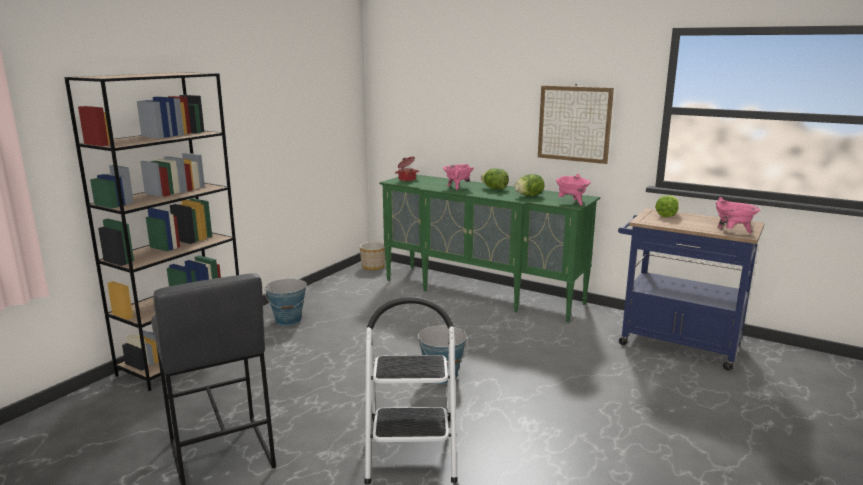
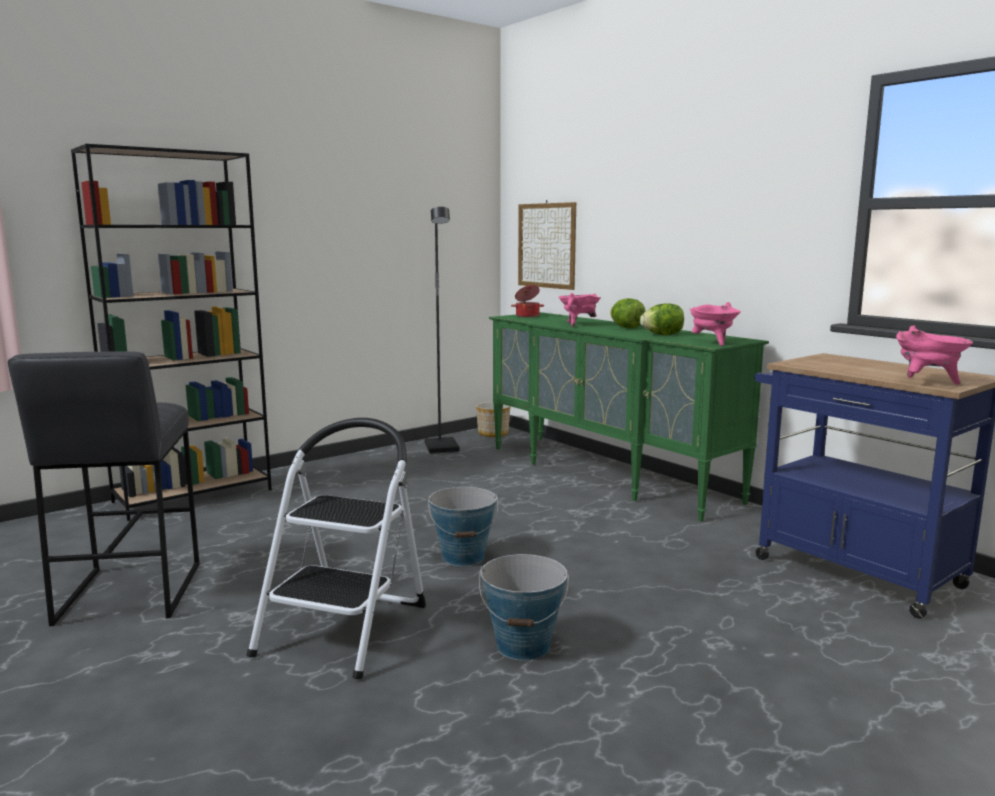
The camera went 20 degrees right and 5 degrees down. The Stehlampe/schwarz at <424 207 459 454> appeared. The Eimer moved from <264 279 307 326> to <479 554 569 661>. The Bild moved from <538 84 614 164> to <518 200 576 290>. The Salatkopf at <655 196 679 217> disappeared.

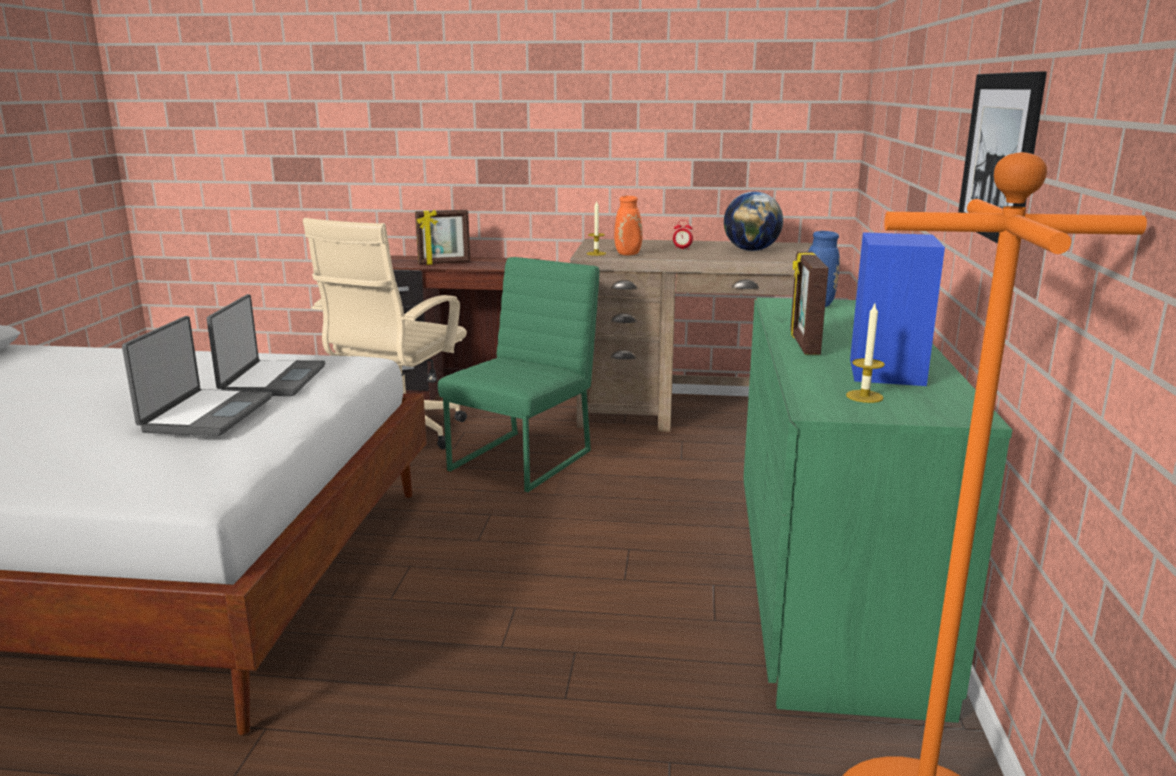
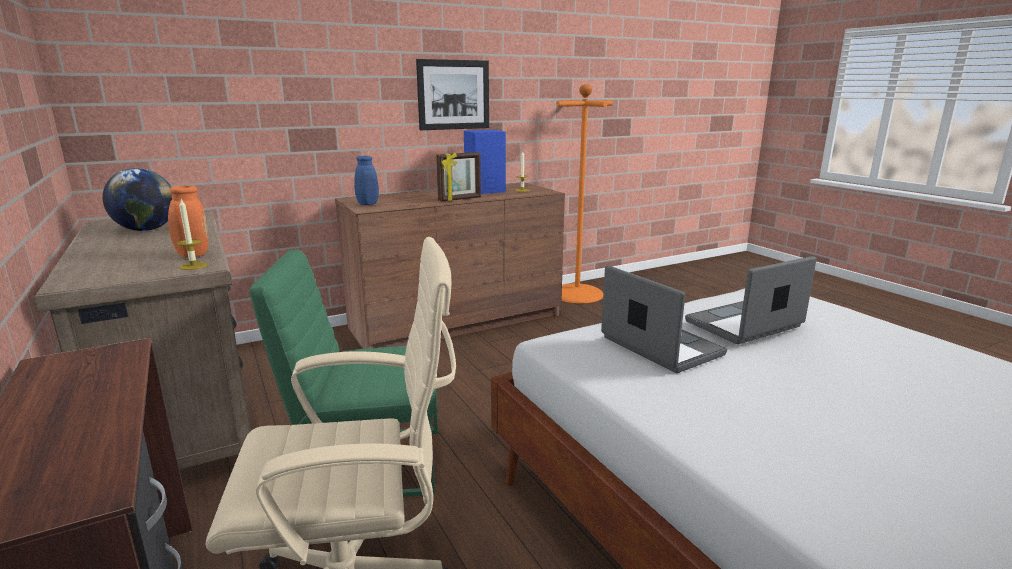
The camera went 125 degrees left and 0 degrees up. The Kommode/grün at <743 298 1012 723> became the Kommode/braun at <335 182 565 349>. The Laptop at <207 294 325 396> turned 90 degrees clockwise. The Bilderrahmen at <415 210 470 265> disappeared. The Wecker at <673 220 693 250> disappeared.

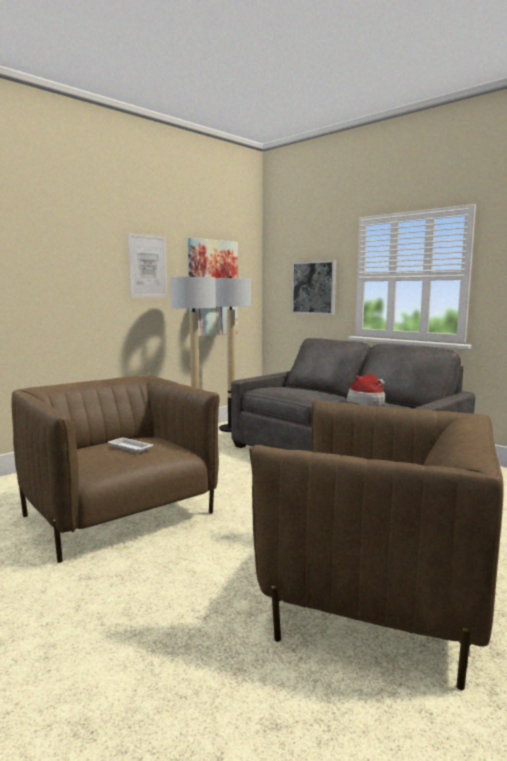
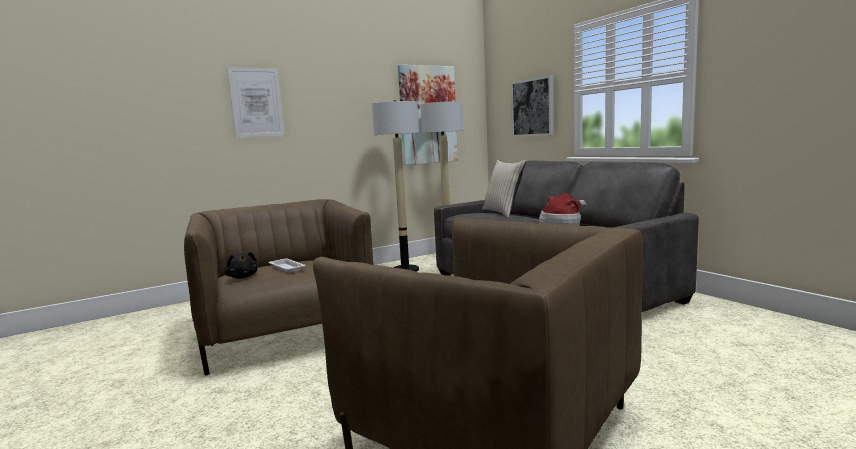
The camera went 15 degrees right and 0 degrees up. The Plüschtier/schwarz at <225 252 258 279> appeared. The Bild moved from <127 233 168 298> to <227 67 284 138>. The Kissen/beige at <482 160 526 218> appeared.

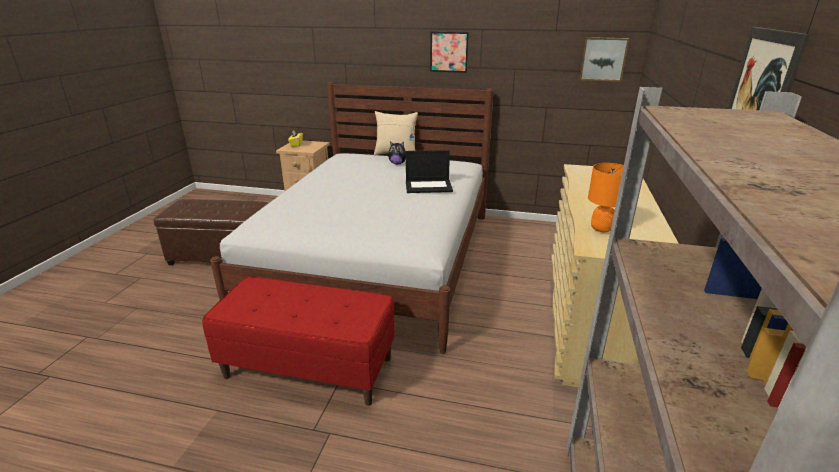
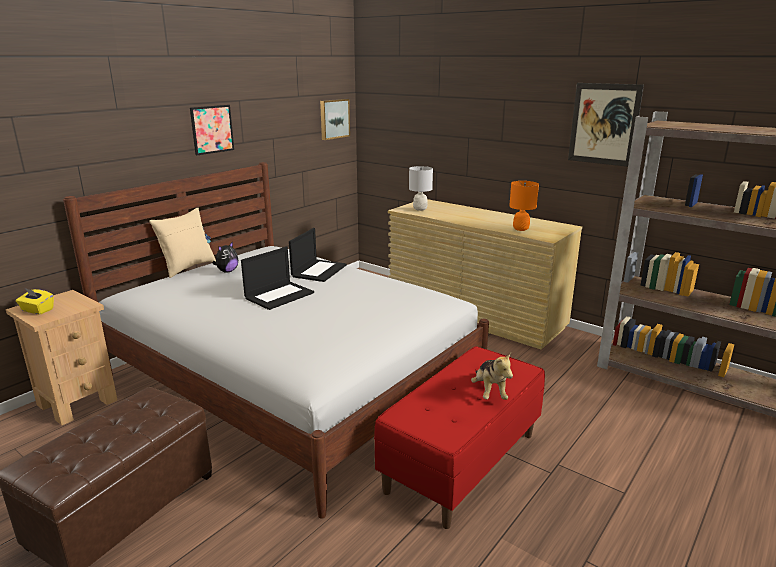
The camera went 65 degrees left and 5 degrees down. The Laptop at <241 247 314 310> appeared. The Tischlampe/grau at <409 166 433 211> appeared. The Plüschtier at <471 353 513 400> appeared.

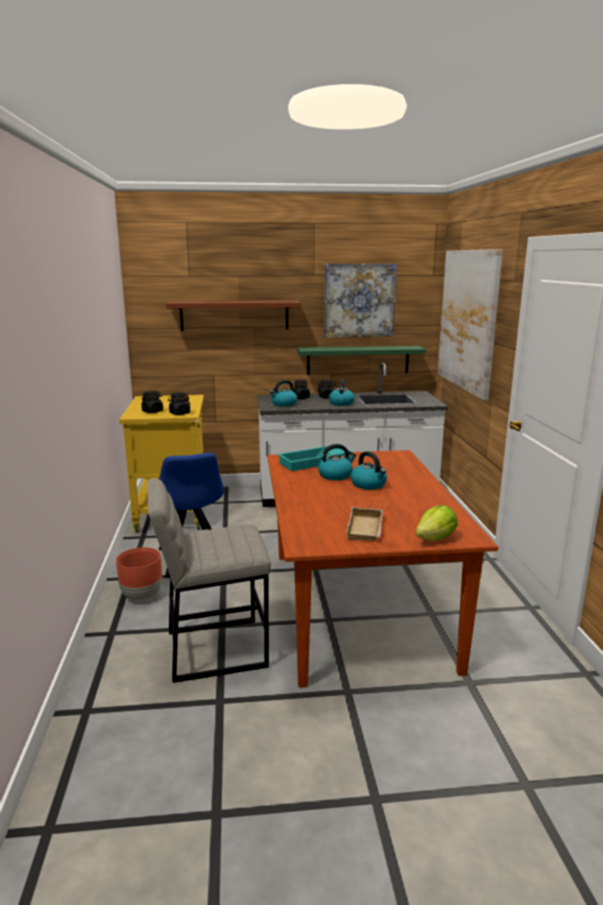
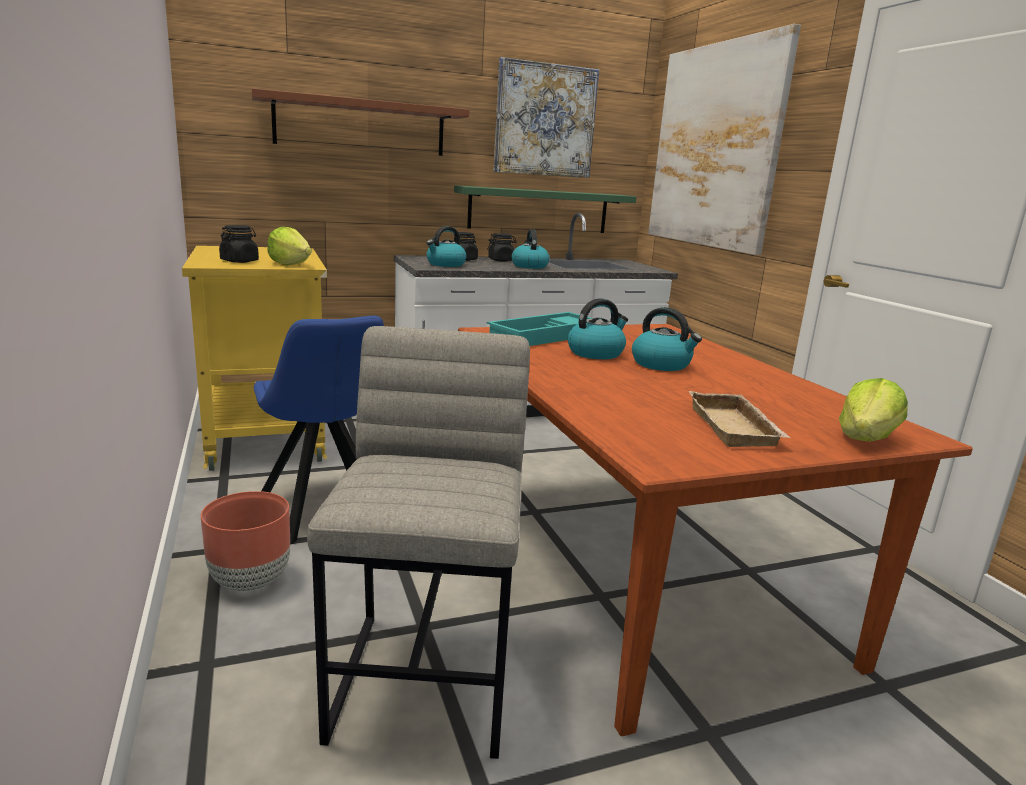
The camera went 15 degrees left and 0 degrees up. The Vorratsglas/schwarz at <168 392 190 415> was replaced by the Salatkopf at <267 227 312 266>. The Stuhl/grau at <147 478 271 683> turned 120 degrees clockwise.

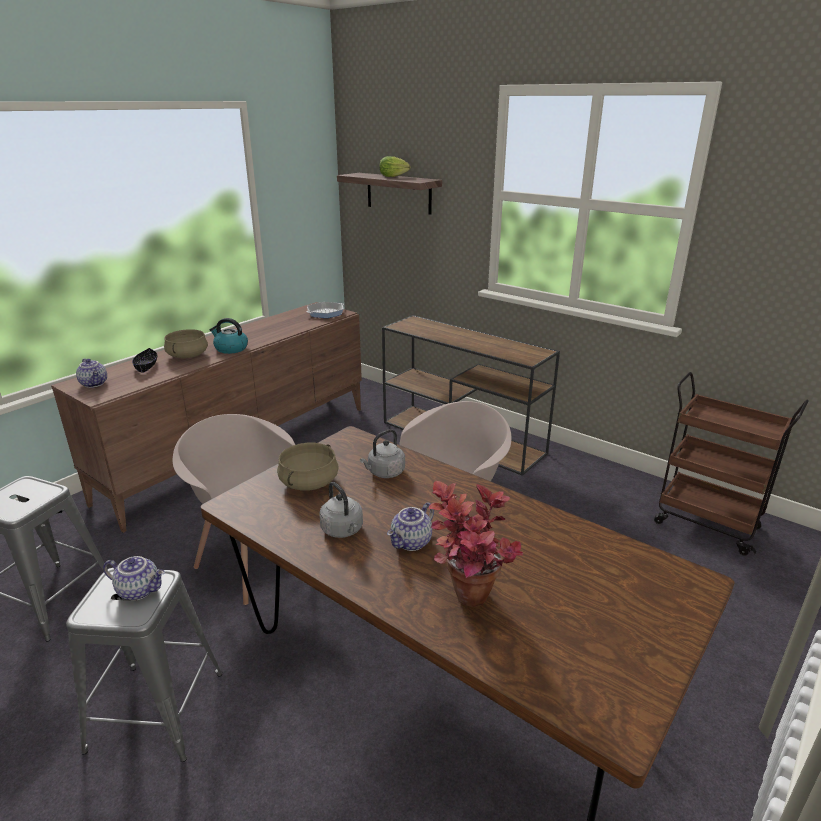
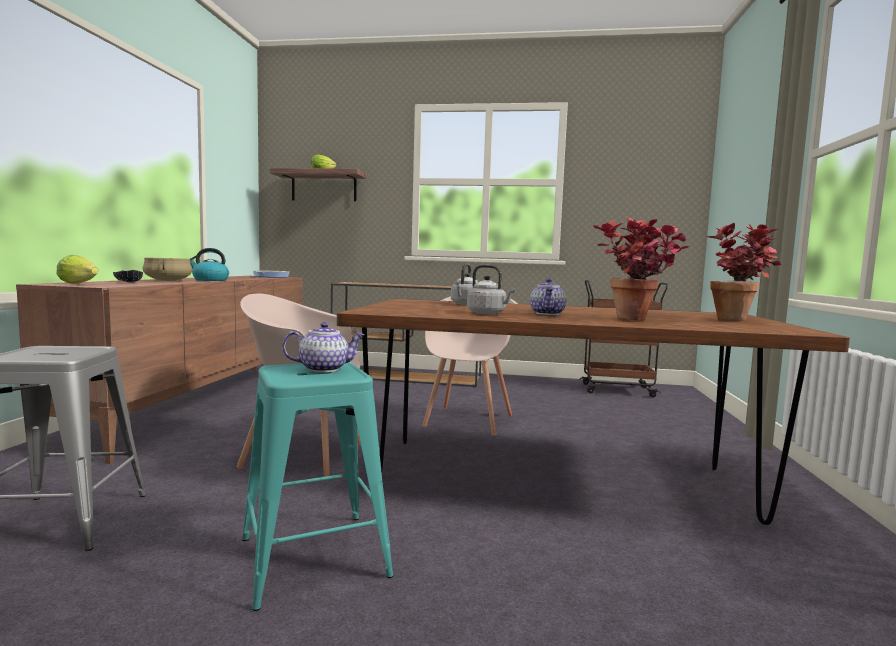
The camera went 30 degrees left and 20 degrees down. The Teekanne at <76 358 107 388> was replaced by the Salatkopf at <56 255 98 284>. The Hocker/grau at <66 568 222 762> became the Hocker/türkis at <242 362 394 611>. The Topfpflanze at <707 223 781 321> appeared. The Kochtopf/beige at <277 443 339 491> disappeared.

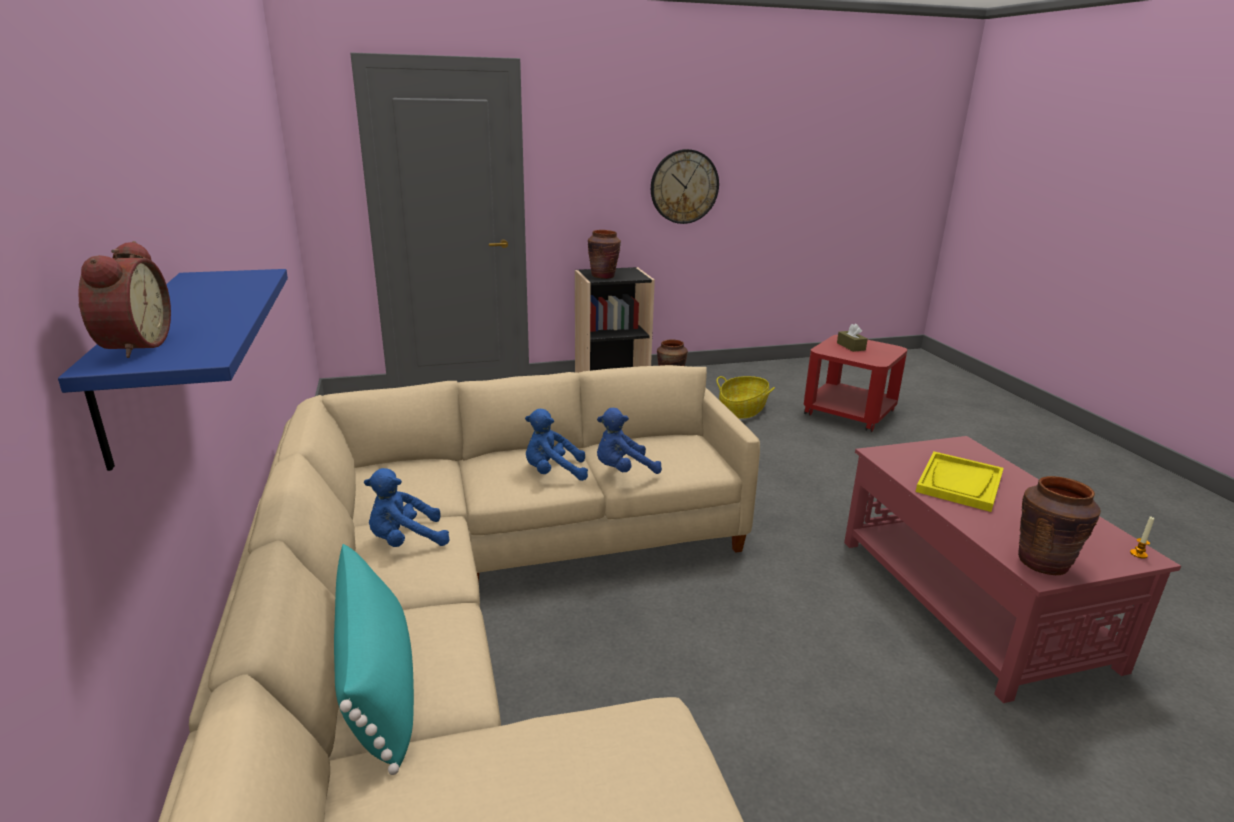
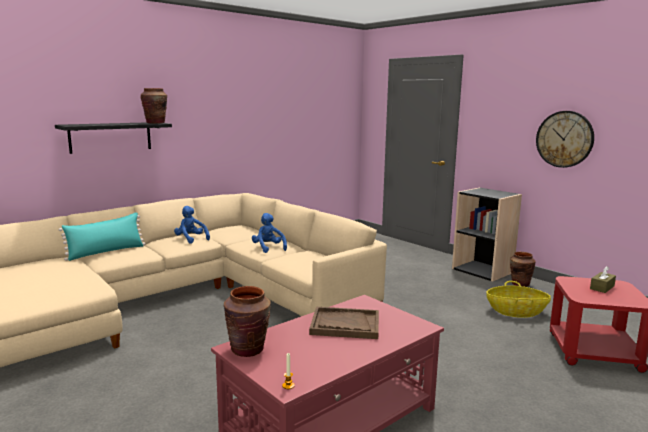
The camera went 65 degrees right and 10 degrees down. The Wandregal/blau at <58 269 288 471> became the Wandregal/schwarz at <55 122 172 154>. The Vase/braun moved from <588 230 621 279> to <141 88 167 124>. The Tablett/gelb at <916 451 1004 512> became the Tablett/braun at <309 307 379 339>. The Wecker at <78 241 171 358> disappeared. The Plüschtier/blau at <597 408 662 474> disappeared.

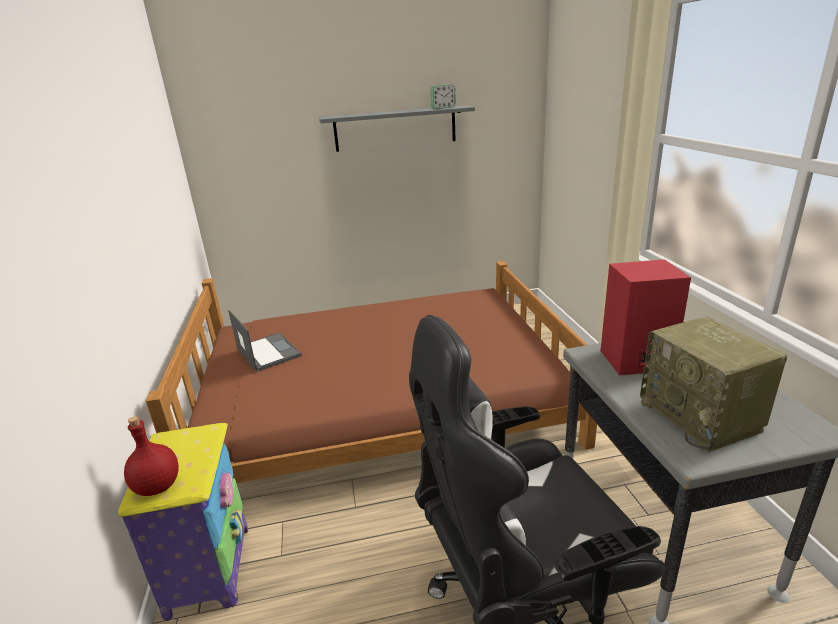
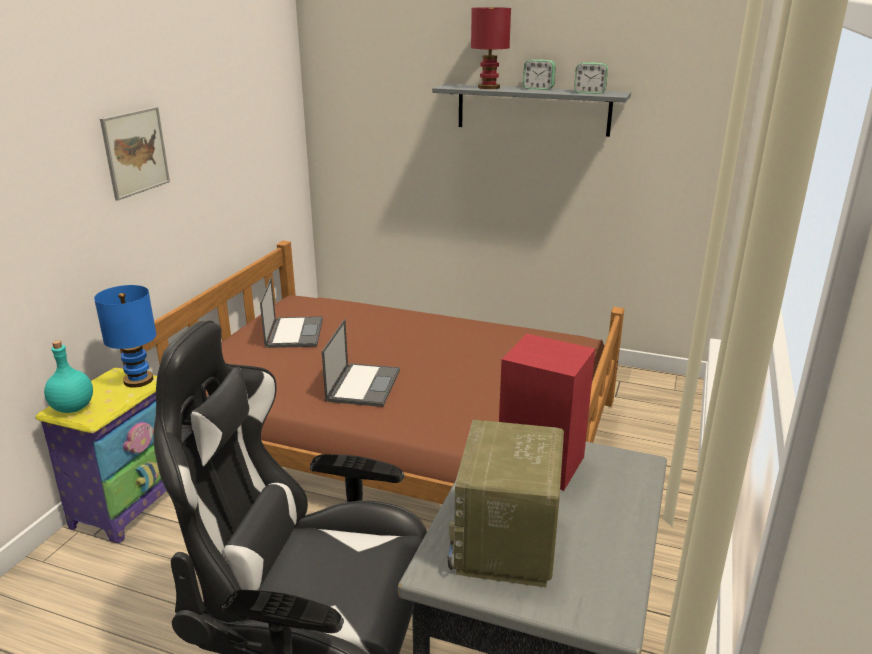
The camera went 30 degrees right and 0 degrees up. The Flasche/rot at <124 416 179 496> became the Flasche/türkis at <44 340 93 413>. The Tischlampe/blau at <94 285 156 388> appeared. The Bild at <100 107 170 200> appeared. The Laptop at <322 319 400 407> appeared. The Tischlampe/rot at <471 7 511 89> appeared. The Wecker at <523 60 556 90> appeared.

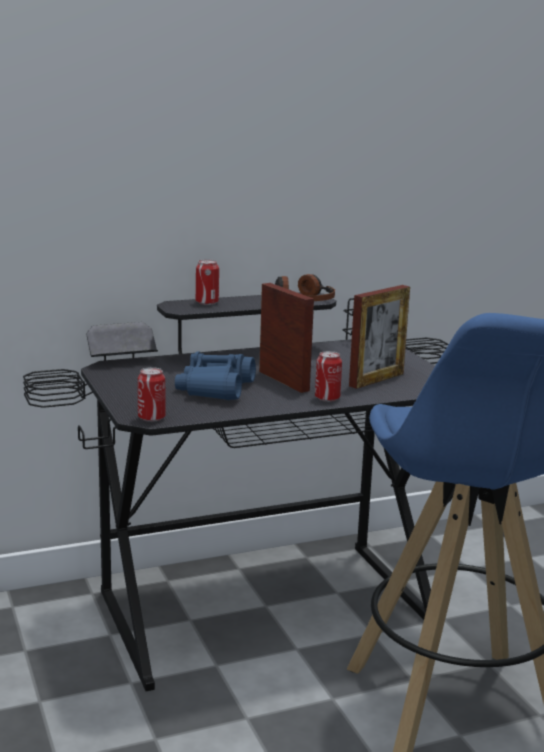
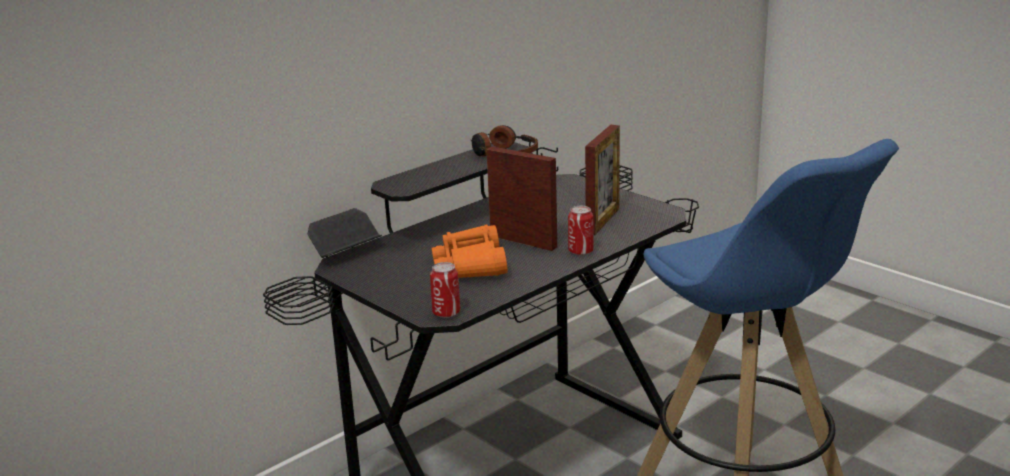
The camera went 20 degrees left and 5 degrees up. The Fernglas/blau at <175 352 256 400> became the Fernglas/orange at <432 225 508 278>. The Dose at <196 259 219 305> disappeared.

